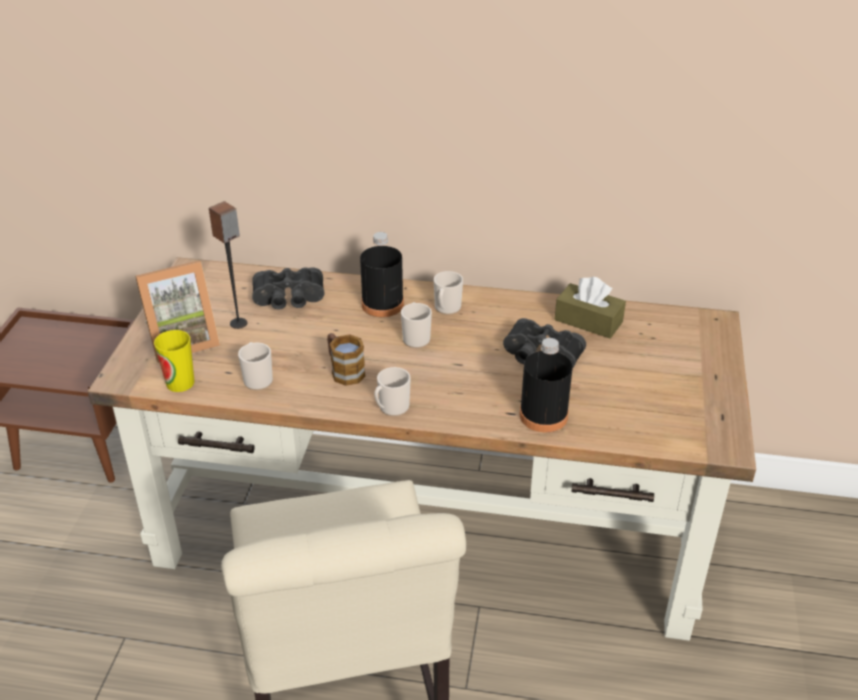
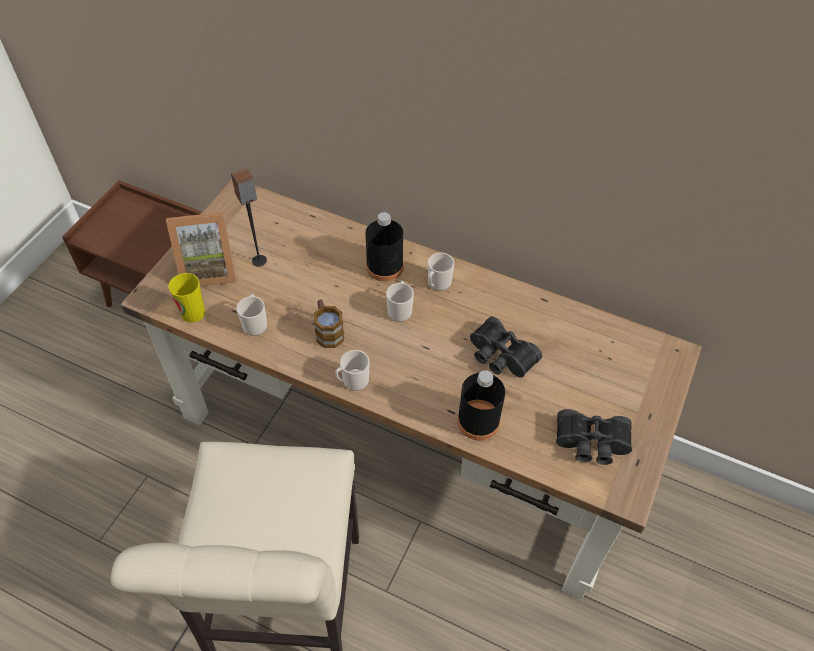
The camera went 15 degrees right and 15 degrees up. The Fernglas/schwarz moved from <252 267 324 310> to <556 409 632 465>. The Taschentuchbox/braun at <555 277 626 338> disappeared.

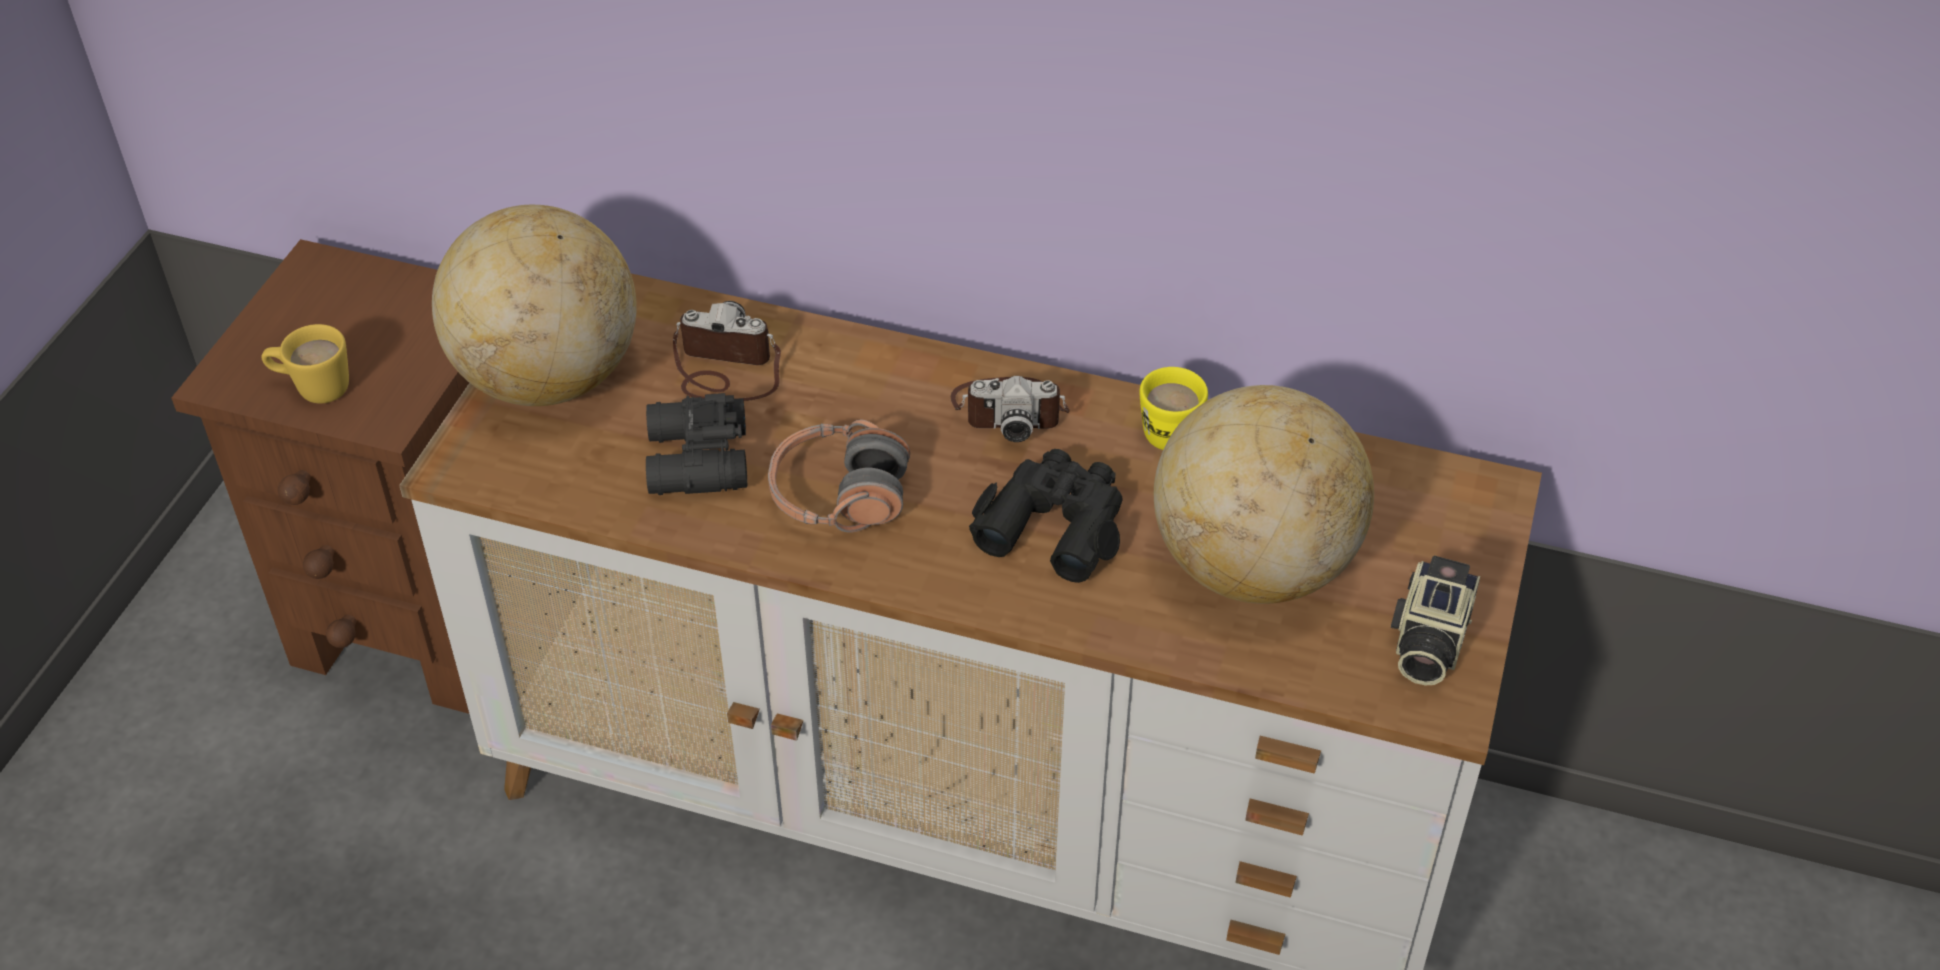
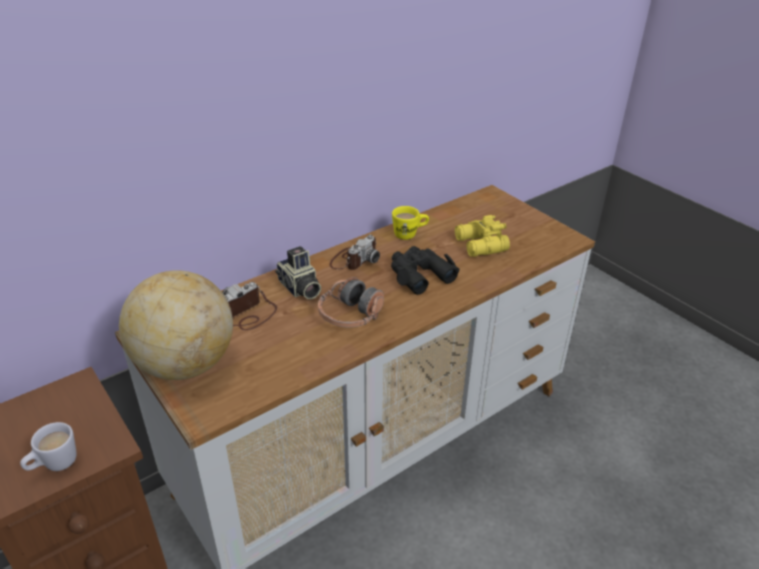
The camera went 55 degrees left and 10 degrees down. The Henkelbecher/gelb at <261 324 349 404> became the Henkelbecher/weiß at <20 422 76 471>. The Kamera moved from <1391 555 1481 685> to <275 246 321 299>. The Globus at <1154 385 1374 604> was replaced by the Fernglas/gelb at <455 215 510 257>. The Fernglas/schwarz at <646 393 747 495> disappeared.

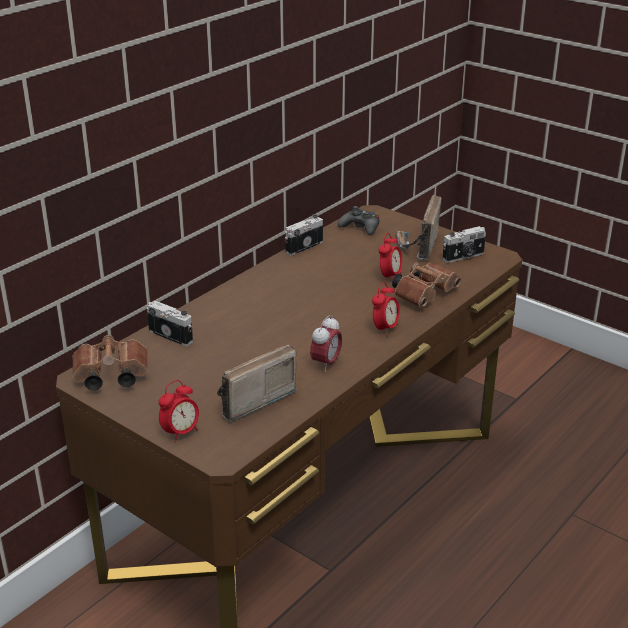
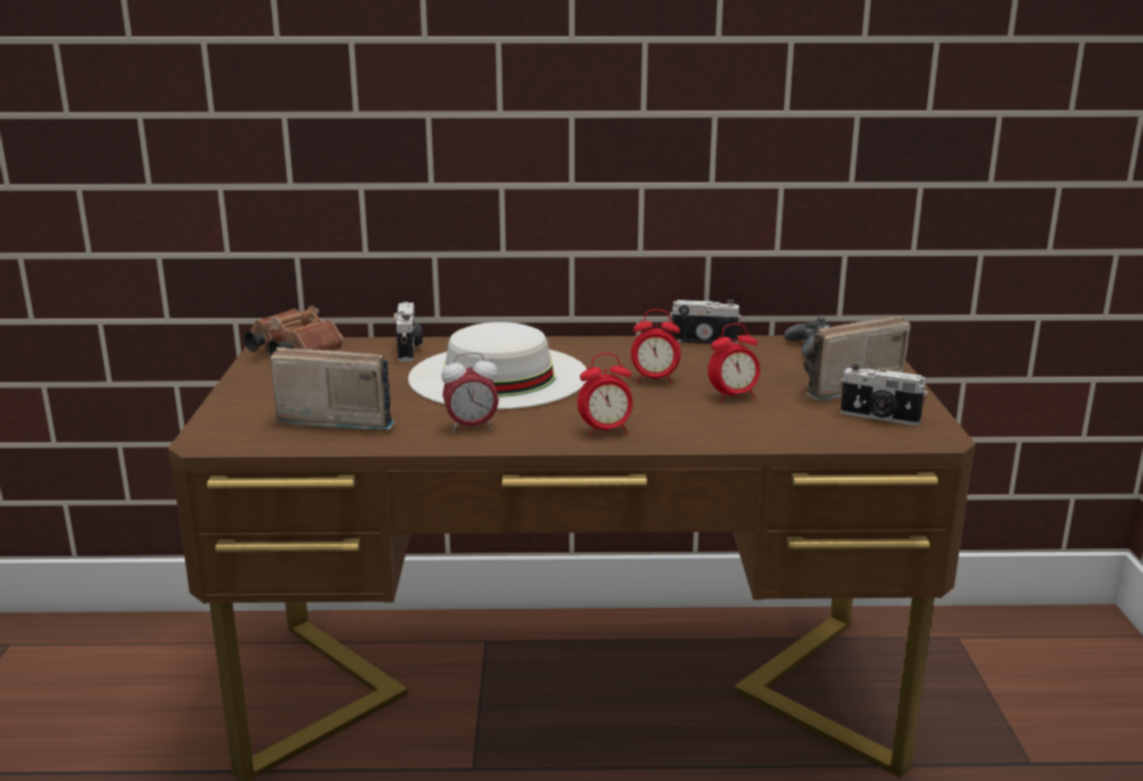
The camera went 50 degrees right and 10 degrees down. The Hut/weiß at <408 322 587 410> appeared. The Wecker moved from <158 380 199 443> to <631 309 681 384>. The Fernglas/braun at <392 262 461 308> disappeared.

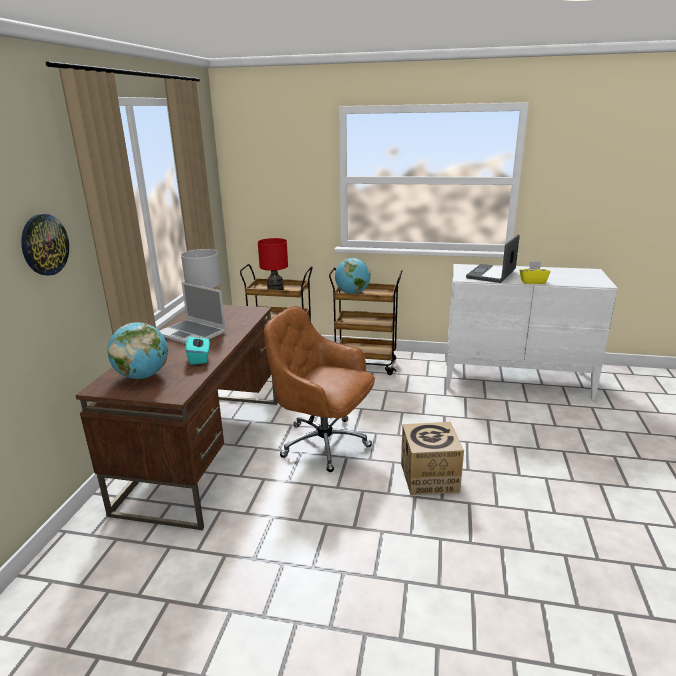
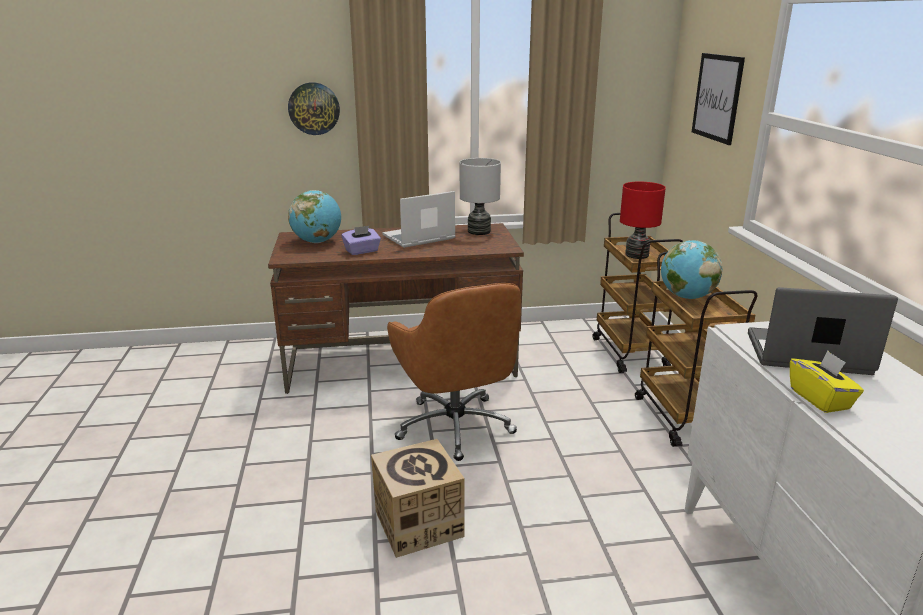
The camera went 70 degrees right and 0 degrees up. The Taschentuchbox/türkis at <186 333 210 365> became the Taschentuchbox/lila at <341 226 381 255>. The Laptop at <160 282 226 344> turned 45 degrees clockwise. The Bürostuhl/braun at <264 306 375 472> turned 150 degrees clockwise. The Bild at <692 53 745 145> appeared.

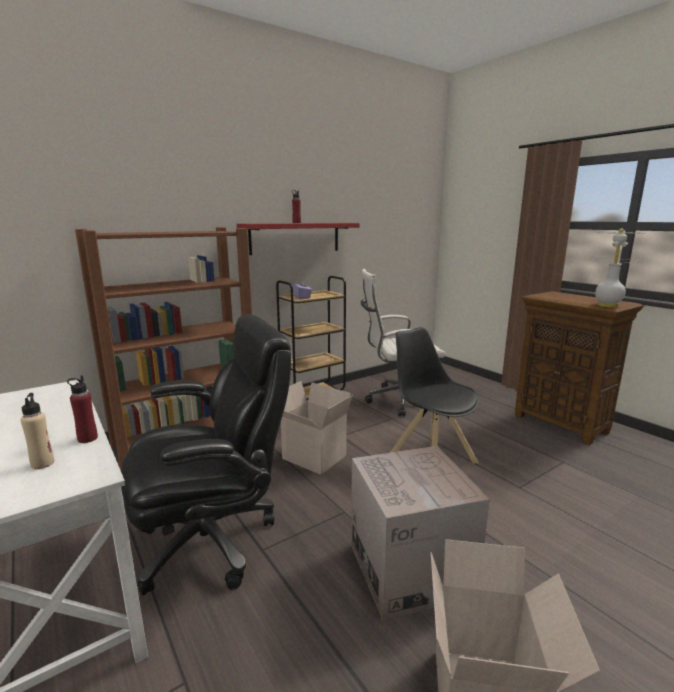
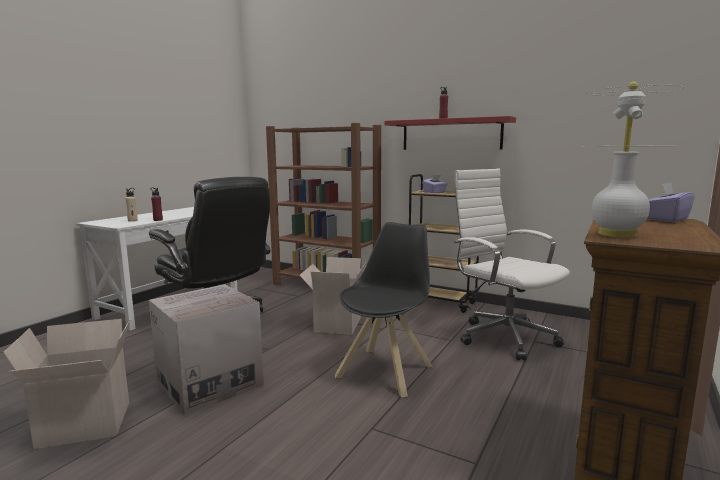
The camera went 65 degrees right and 5 degrees down. The Taschentuchbox/lila at <648 183 695 222> appeared.

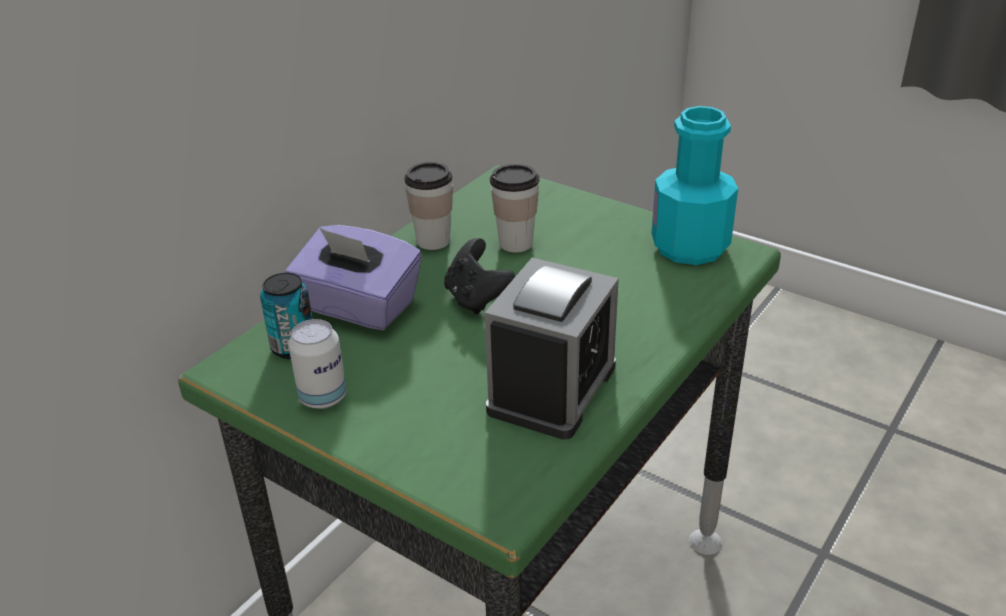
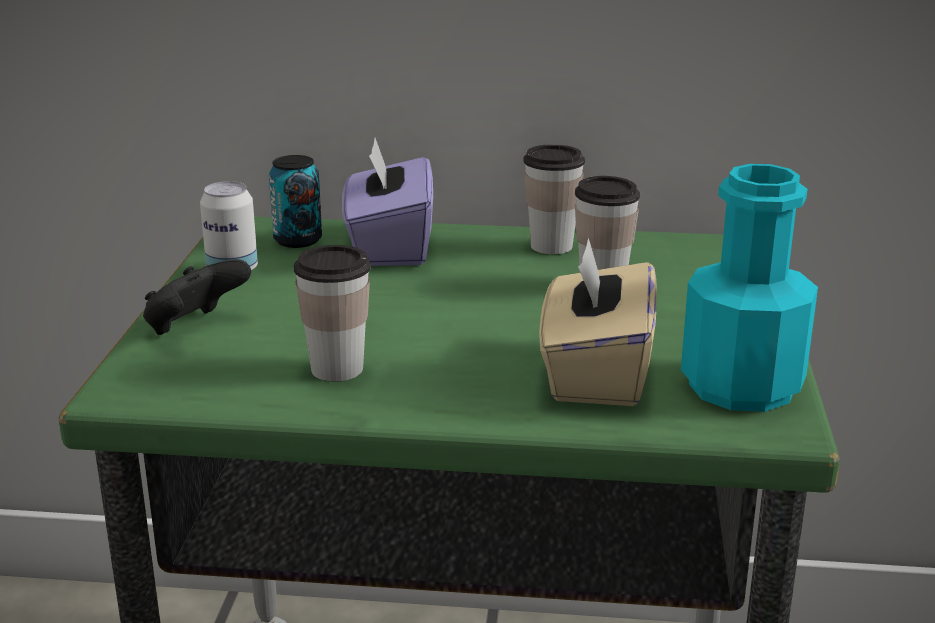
The camera went 60 degrees right and 10 degrees down. The Gamepad/schwarz moved from <444 238 516 315> to <143 259 251 335>. The Wecker at <485 258 619 440> was replaced by the Tasse at <294 245 371 382>. The Taschentuchbox/beige at <539 238 657 406> appeared.

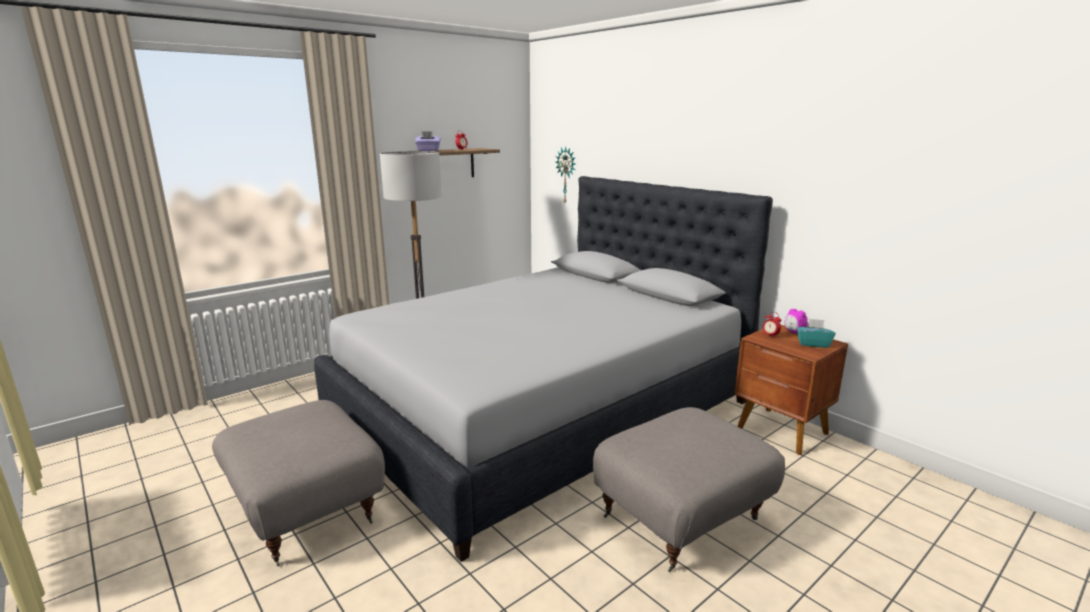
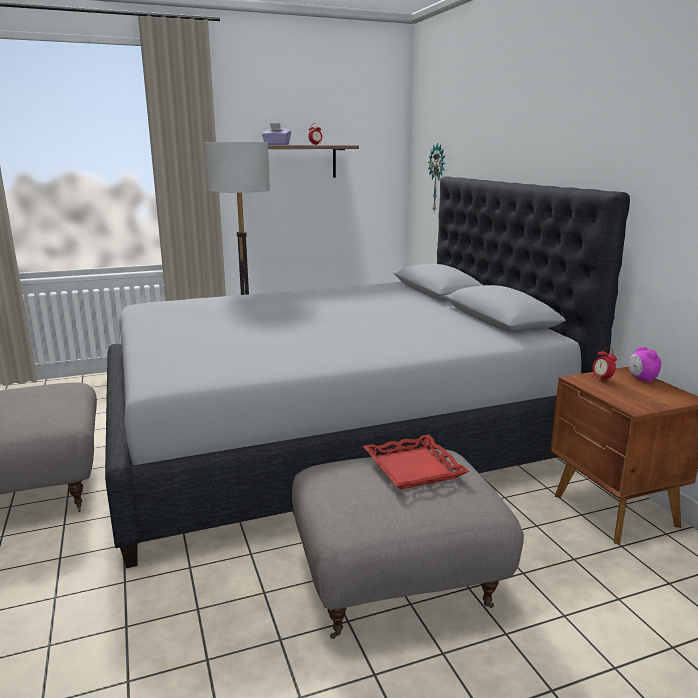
The camera went 20 degrees right and 0 degrees up. The Tablett/rot at <363 435 470 490> appeared. The Taschentuchbox/türkis at <797 319 836 348> disappeared.

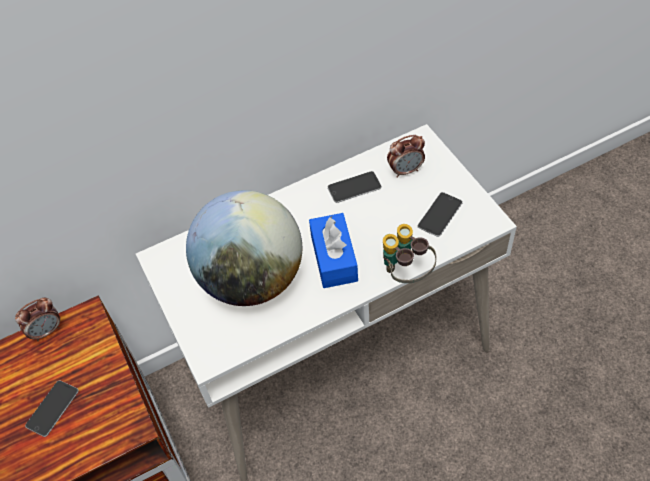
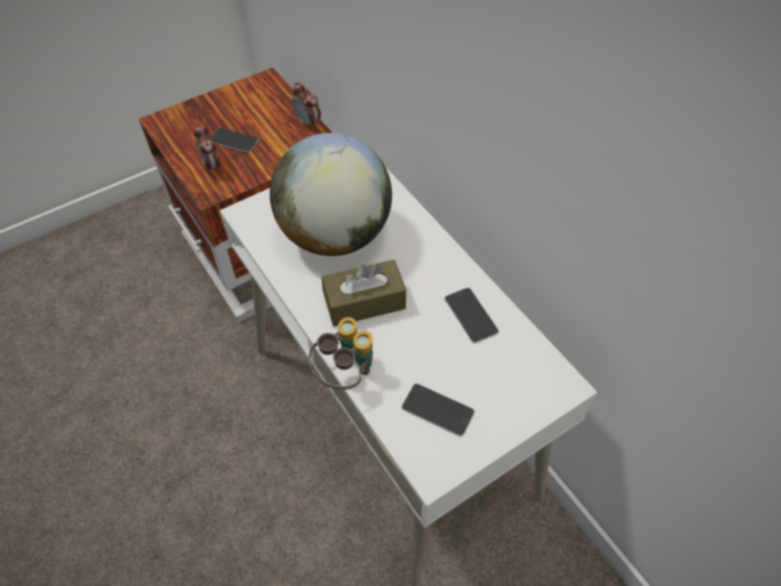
The camera went 80 degrees right and 0 degrees up. The Wecker moved from <387 135 425 178> to <194 124 220 174>. The Taschentuchbox/blau at <309 213 358 288> became the Taschentuchbox/braun at <322 260 406 327>.

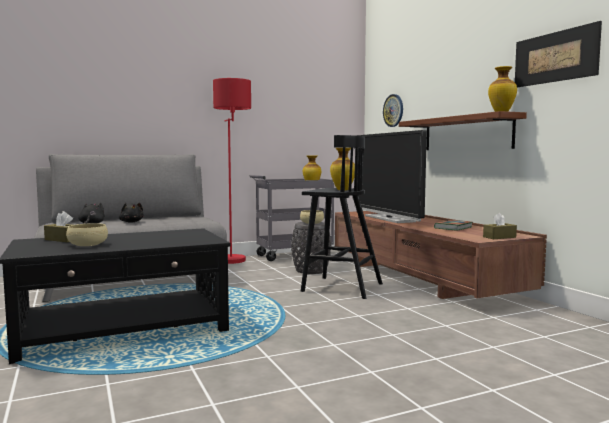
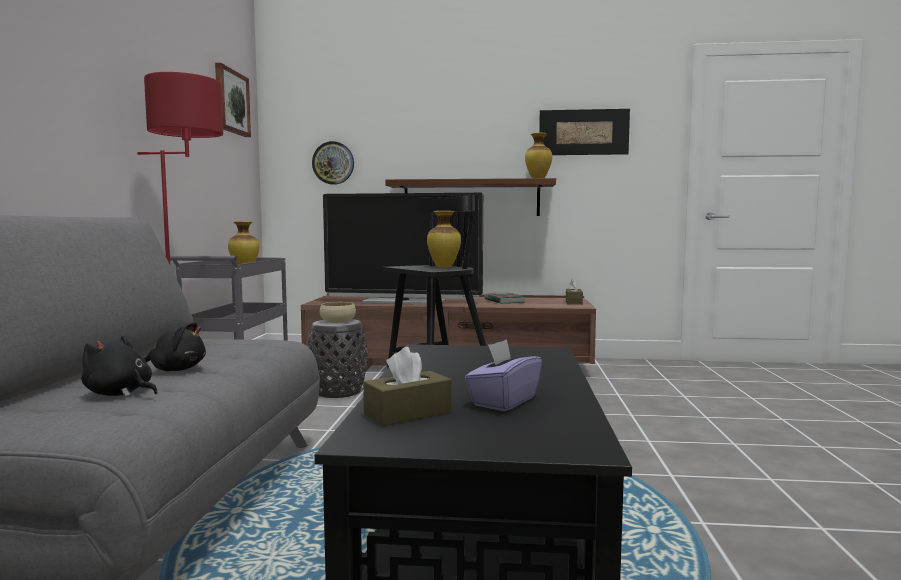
The camera went 60 degrees left and 0 degrees up. The Bild at <215 63 251 137> appeared. The Schüssel/beige at <66 223 108 246> was replaced by the Taschentuchbox/lila at <465 339 542 411>.

